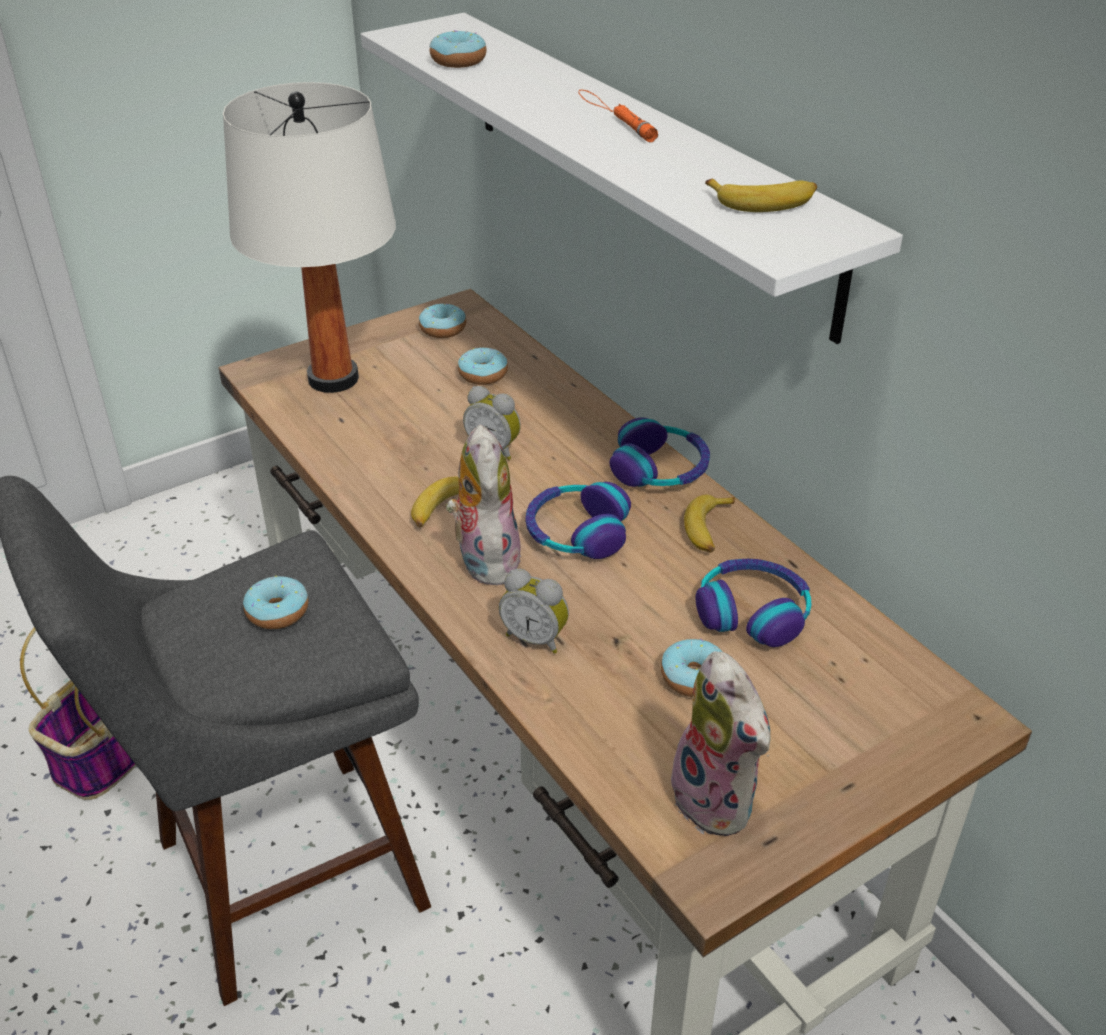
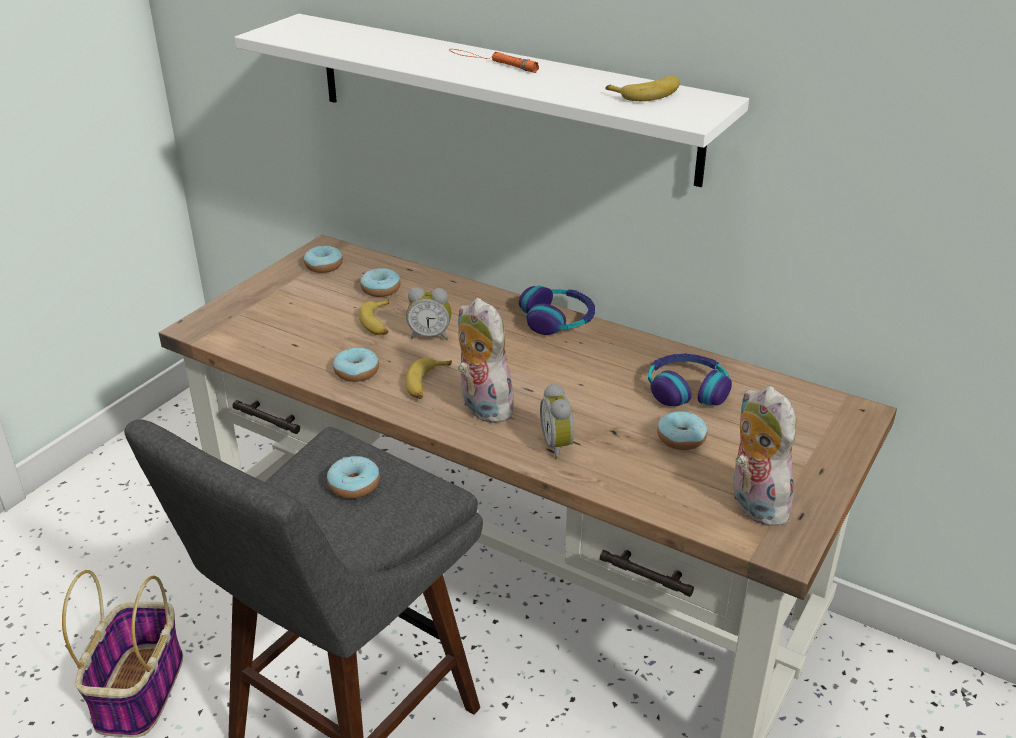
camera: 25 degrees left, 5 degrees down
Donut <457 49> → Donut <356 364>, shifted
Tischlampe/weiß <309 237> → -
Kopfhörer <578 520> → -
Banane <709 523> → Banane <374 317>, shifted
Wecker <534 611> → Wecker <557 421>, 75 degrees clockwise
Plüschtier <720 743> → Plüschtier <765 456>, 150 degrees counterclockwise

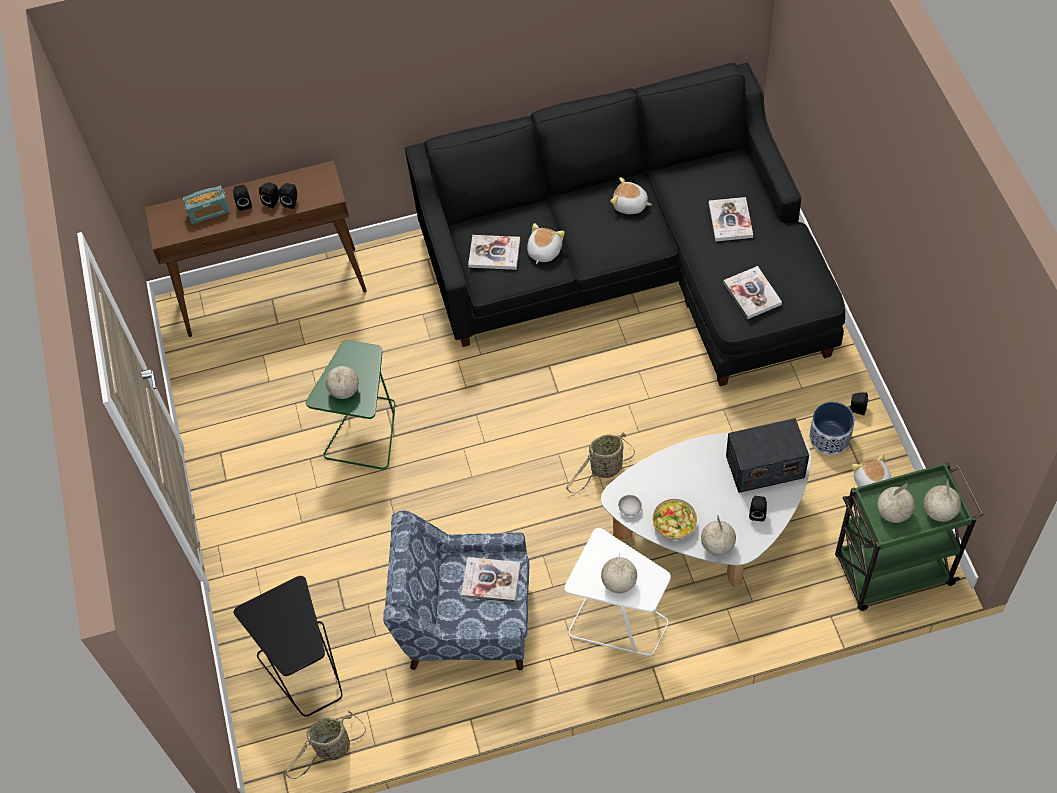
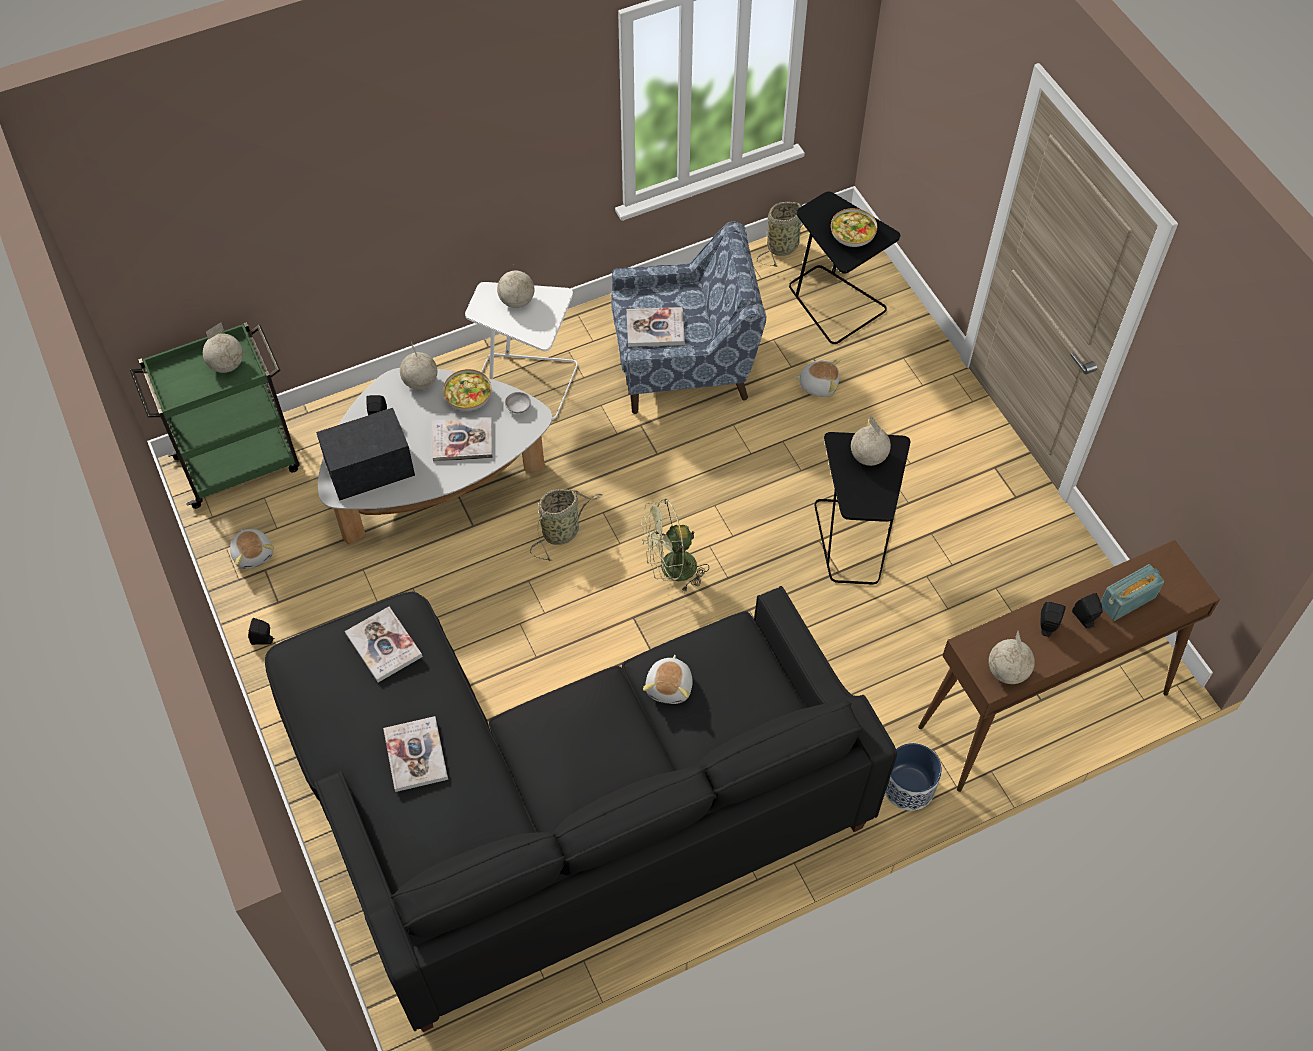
camera: 165 degrees right, 0 degrees up
Plüschtier <631 195> → Plüschtier <817 378>, shifted
Lautsprecher/schwarz <288 196> → -
Buch <494 252> → Buch <462 439>, shifted
Beistelltisch/grün <350 405> → Beistelltisch/schwarz <862 508>
Pflanzkübel <832 428> → Pflanzkübel <913 777>, shifted
Globus <942 500> → Globus <1012 657>, shifted
- → Schüssel <854 227>
- → Ventilator/grün <675 546>

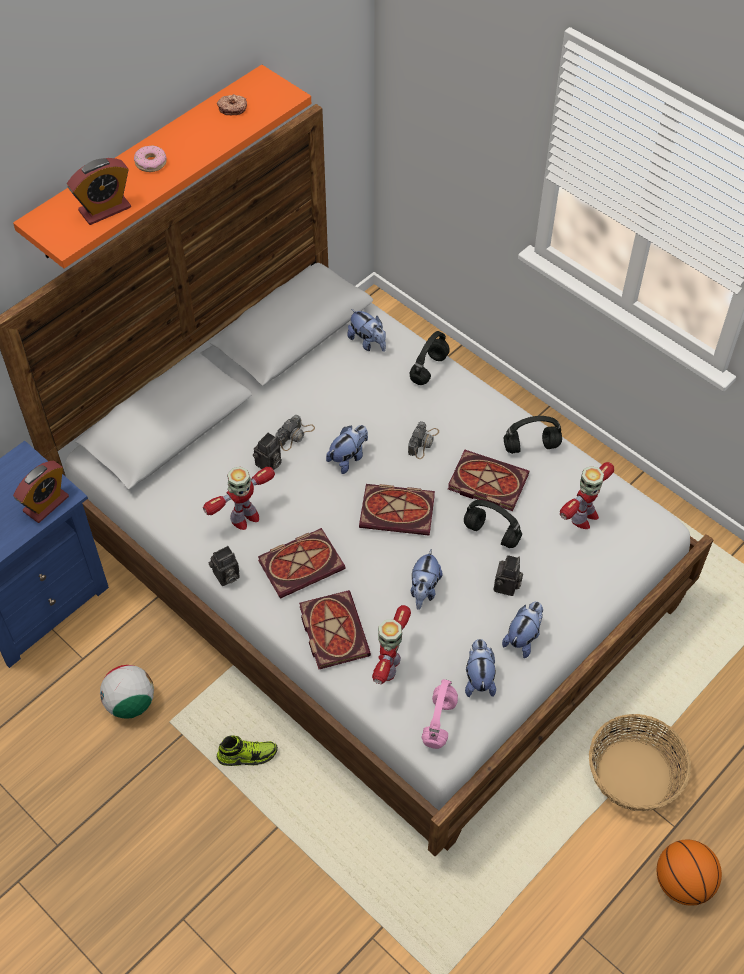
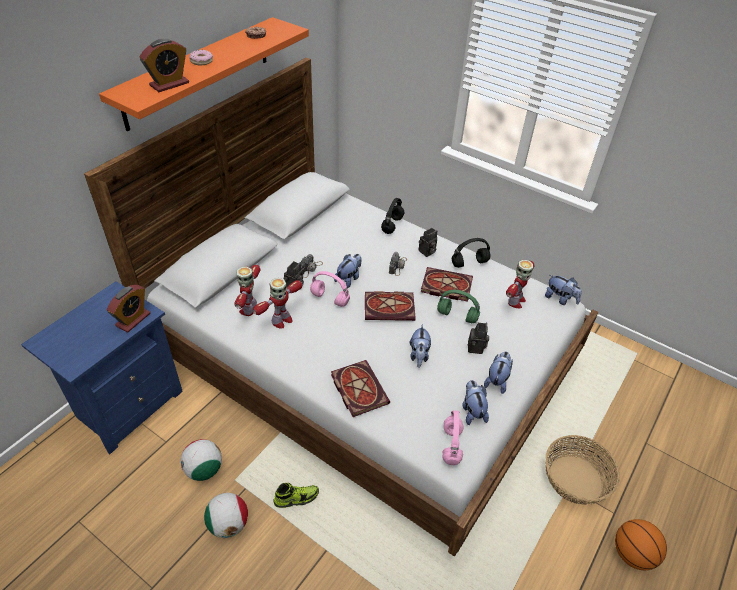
camera: 10 degrees left, 10 degrees down
Plüschtier <366 330> → Plüschtier <563 290>, shifted
Kopfhörer/schwarz <493 524> → Kopfhörer/grün <458 306>
Buch <302 563> → -
Kamera <224 566> → Kamera <428 242>, shifted
Spielzeugroboter <391 644> → Spielzeugroboter <247 290>, shifted
- → Kopfhörer/rosa <330 289>
- → Fußball <226 515>

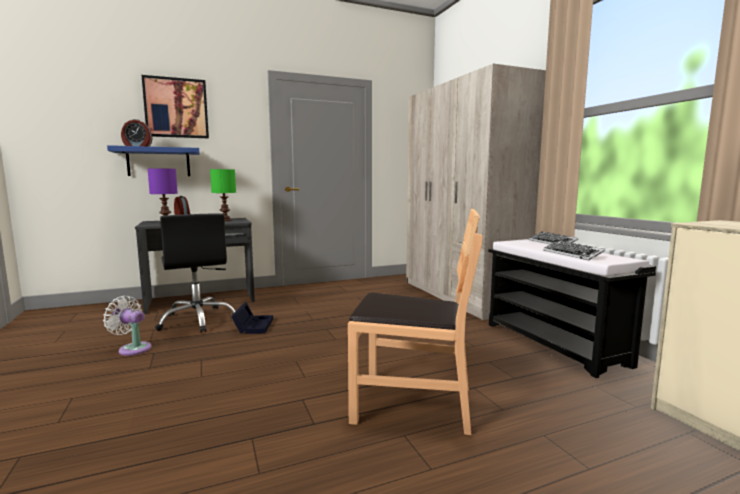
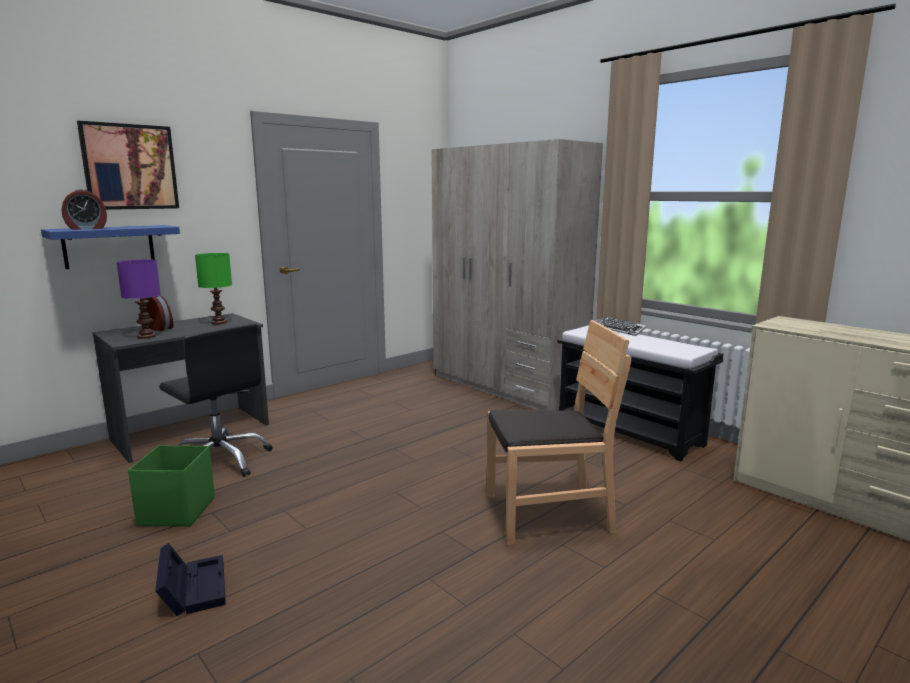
camera: 20 degrees left, 5 degrees up
Tastatur <574 250> → -
Ventilator/weiß <127 326> → Aufbewahrungsbox/grün <171 486>
Aufbewahrungsbox/schwarz <252 318> → Aufbewahrungsbox/schwarz <190 579>, shifted

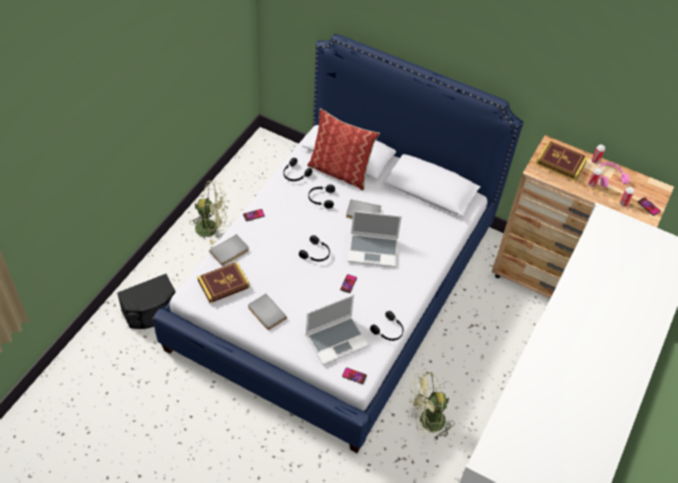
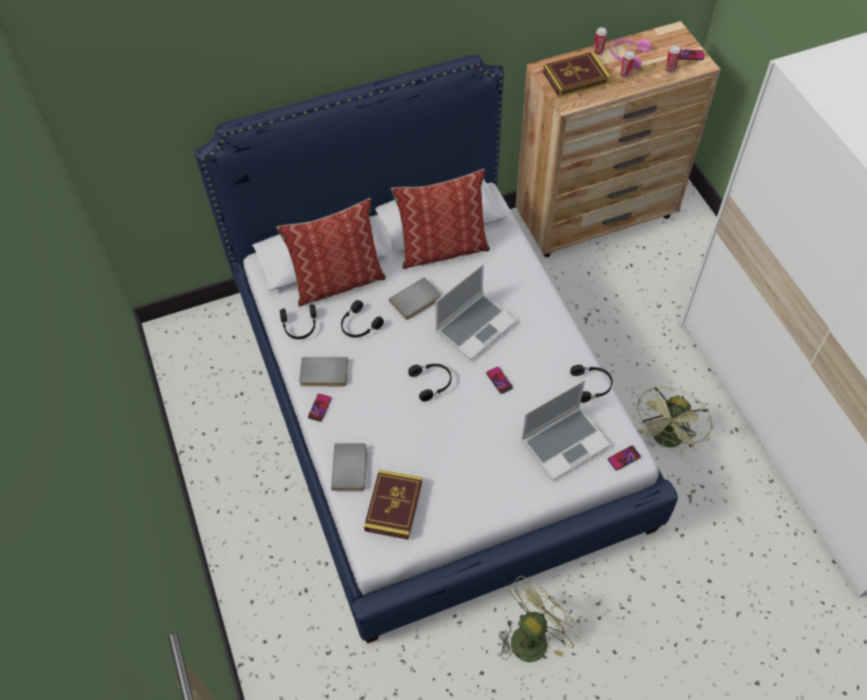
camera: 45 degrees left, 5 degrees up
Ventilator/grün <208 212> → Ventilator/grün <540 619>, shifted
Lautsprecher/schwarz <146 301> → -
Buch/grau <267 312> → Buch/grau <323 371>, shifted
Laptop <337 329> → Laptop <565 430>, 45 degrees clockwise
- → Kissen <440 219>

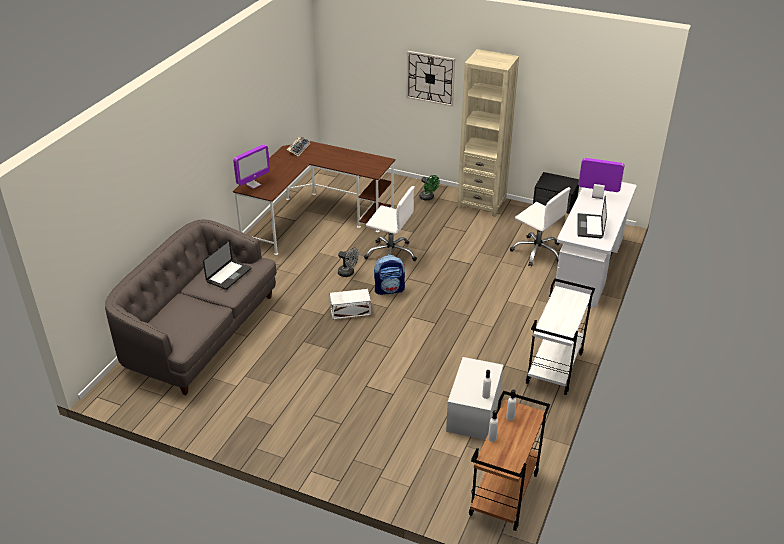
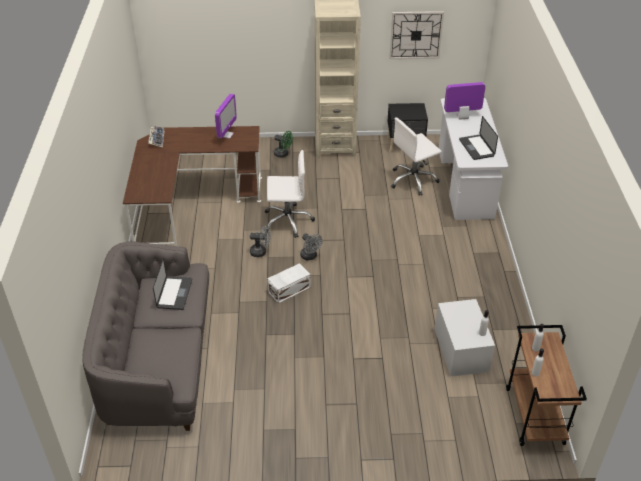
camera: 25 degrees left, 5 degrees up
Wanduhr <430 79> → Wanduhr <417 35>, shifted
Monitor <251 166> → Monitor <226 116>, shifted
Bürostuhl/weiß <540 227> → Bürostuhl/weiß <416 156>, 135 degrees clockwise
Rucksack <389 275> → Ventilator/grau <311 246>
Rollwagen/weiß <560 336> → -

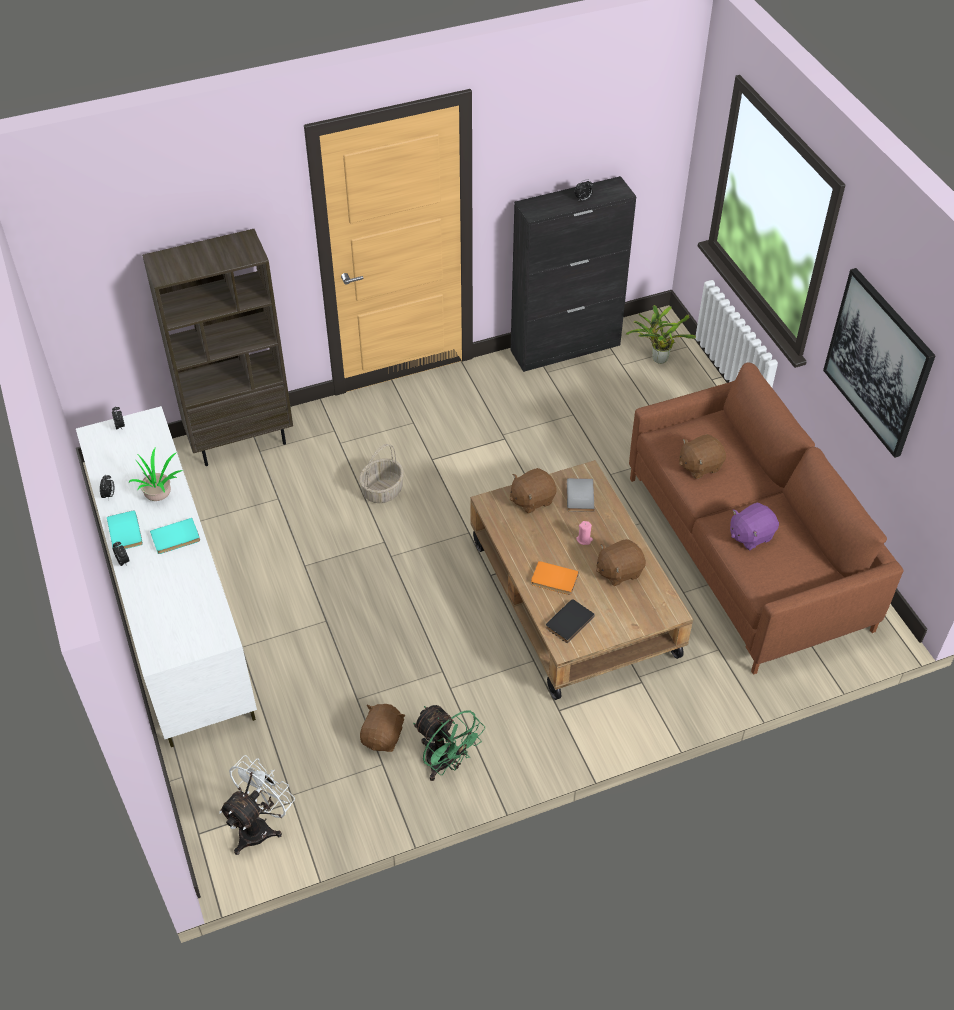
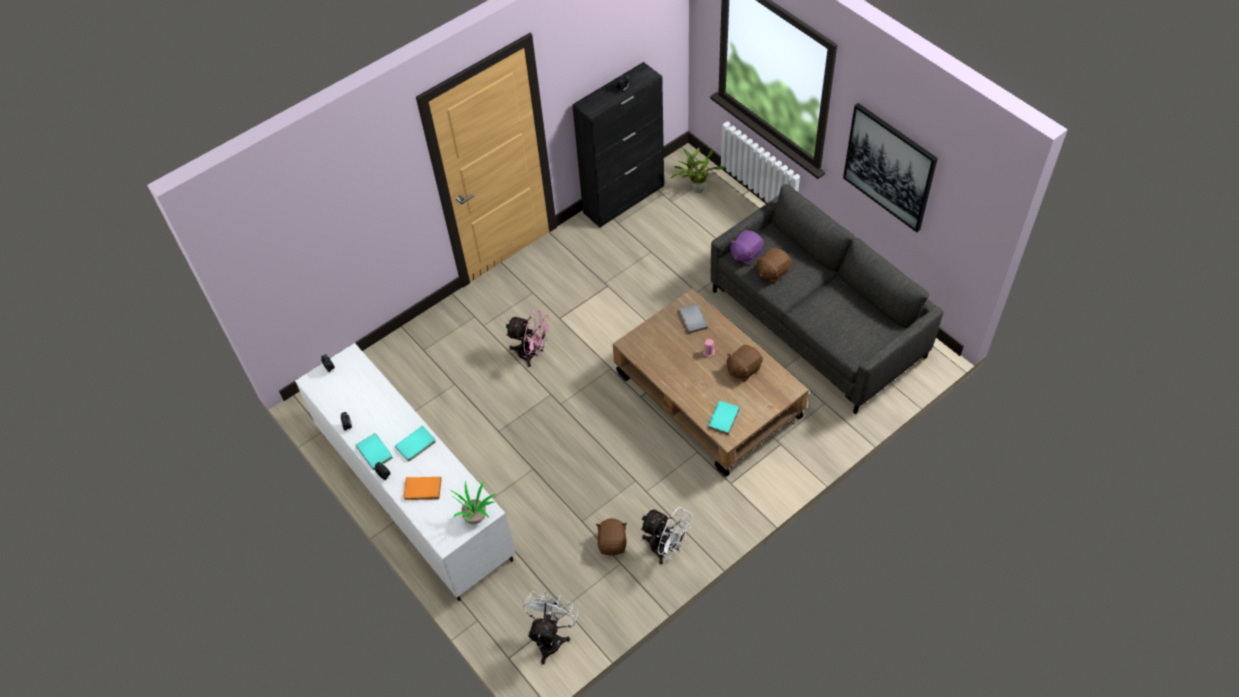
camera: 15 degrees left, 5 degrees up
Bücherregal/braun <217 347> → -
Sofa/braun <766 518> → Sofa/grau <827 299>
Korb <381 473> → Ventilator/rosa <528 338>
Topfpflanze <156 473> → Topfpflanze <473 502>, shifted
Plüschtier/braun <533 491> → -
Plüschtier/lila <754 526> → Plüschtier/lila <747 247>, shifted
Buch/orange <555 578> → Buch/orange <422 488>, shifted
Buch/schwarz <570 621> → Buch/türkis <724 418>
Ventilator/grün <449 743> → Ventilator/weiß <666 535>

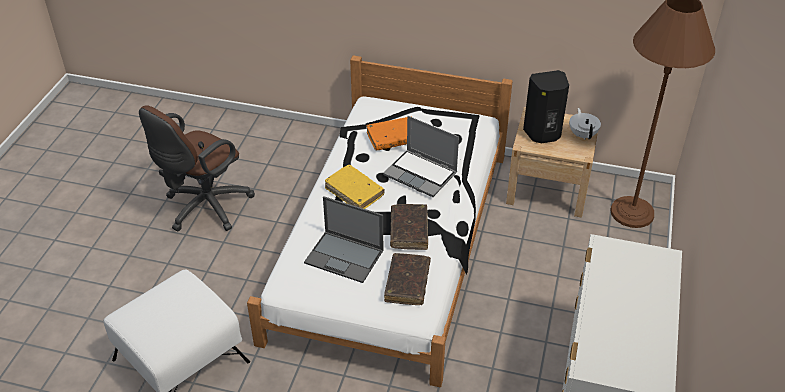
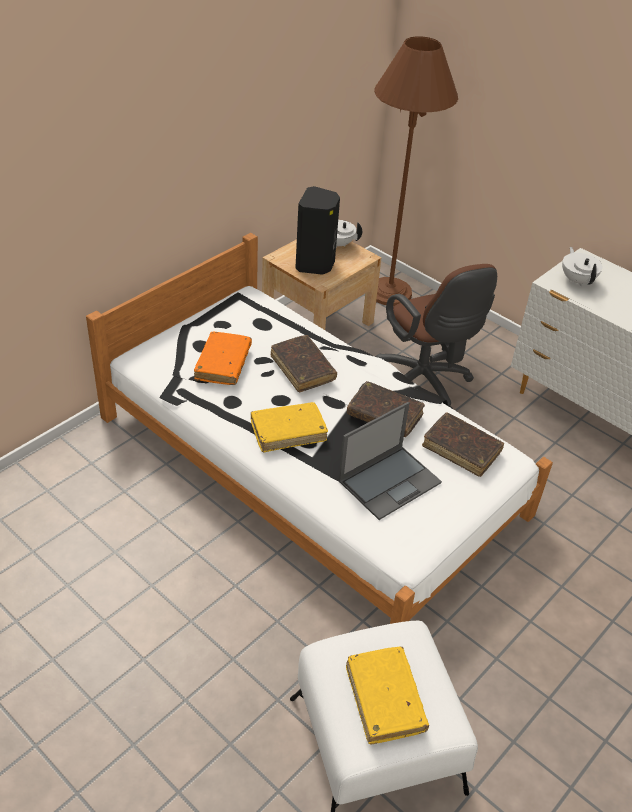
camera: 65 degrees left, 0 degrees up
Bürostuhl/braun <197 168> → Bürostuhl/braun <436 336>, shifted
Laptop <421 156> → Buch/braun <304 363>
- → Teekanne/weiß <582 266>
- → Buch/gelb <387 695>

